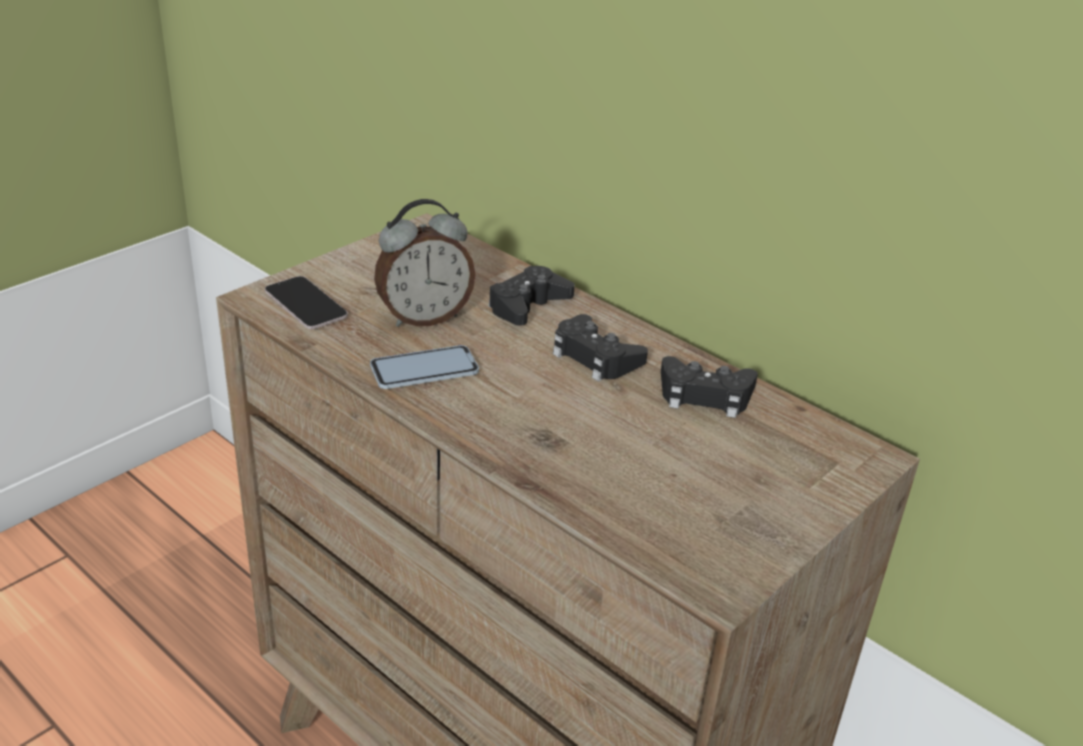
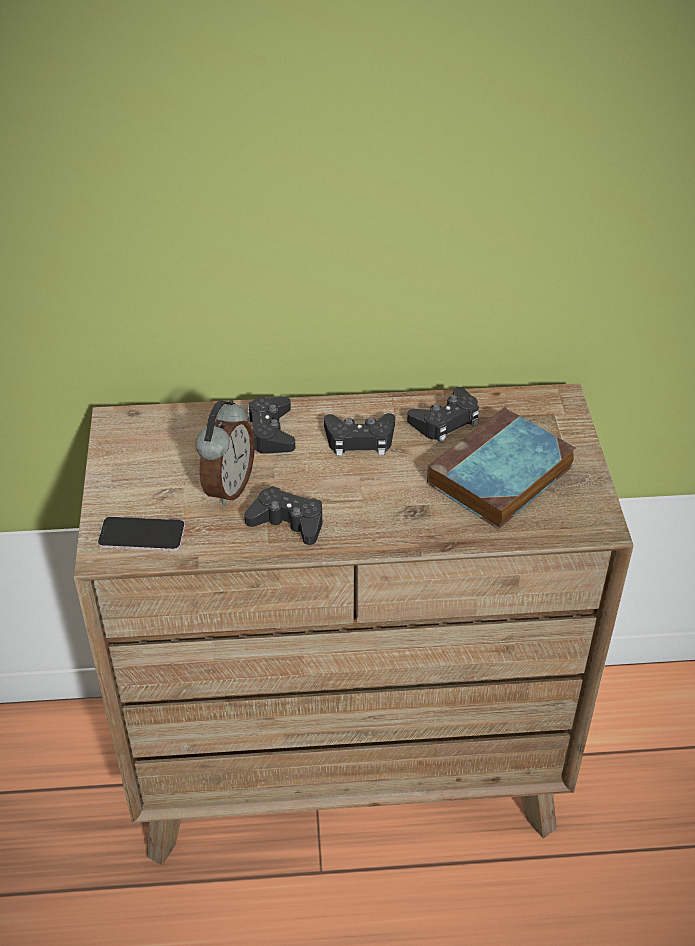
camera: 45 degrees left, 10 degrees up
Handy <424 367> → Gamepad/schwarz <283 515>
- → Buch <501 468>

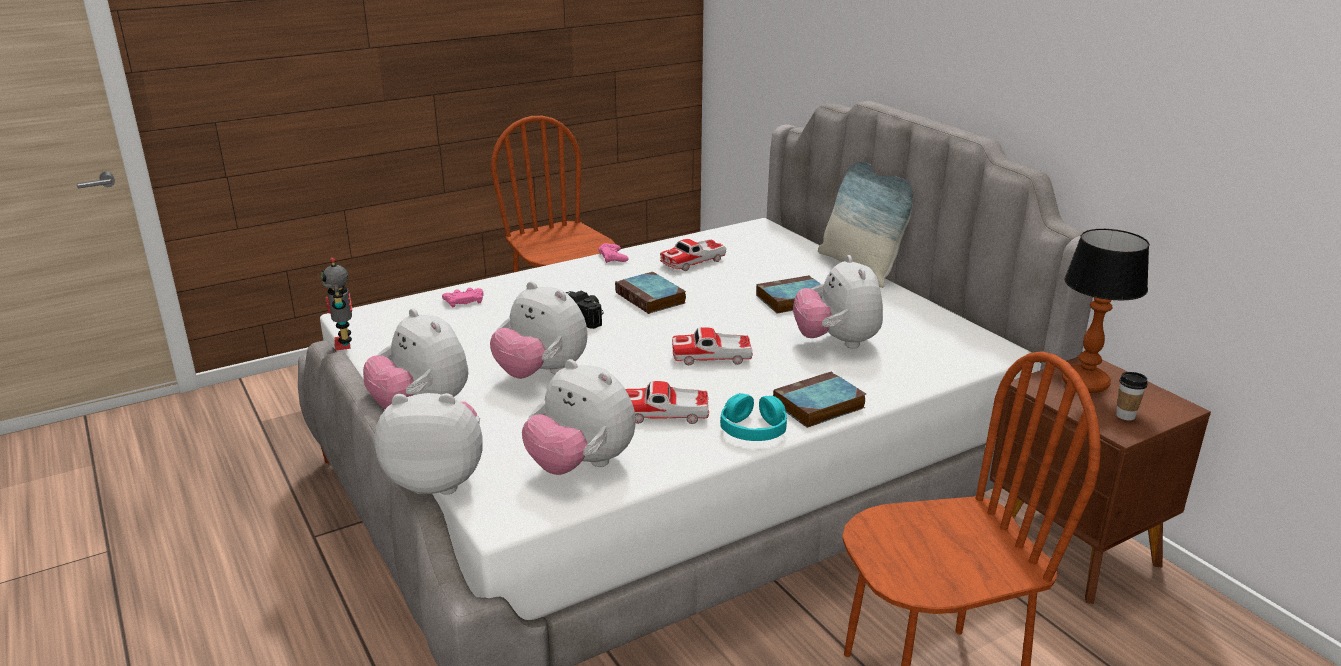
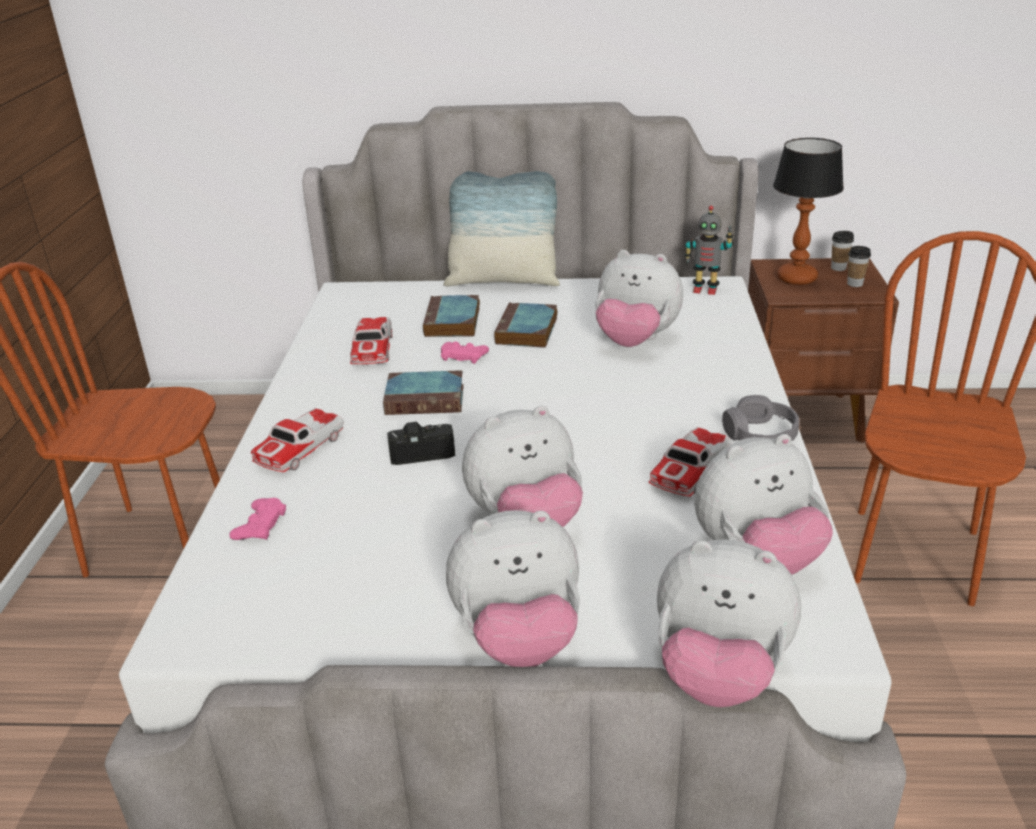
camera: 55 degrees left, 5 degrees up
Gamepad/rosa <613 253> → Gamepad/rosa <465 352>, shifted
Spielzeugroboter <336 304> → Spielzeugroboter <708 250>, shifted
Spielzeugauto <712 346> → Spielzeugauto <297 440>, shifted
Buch <819 399> → Buch <451 316>, shifted
Plüschtier <428 444> → Plüschtier <729 623>, 105 degrees counterclockwise
Kopfhörer/türkis <753 417> → Kopfhörer/grau <760 418>
- → Tasse <842 251>

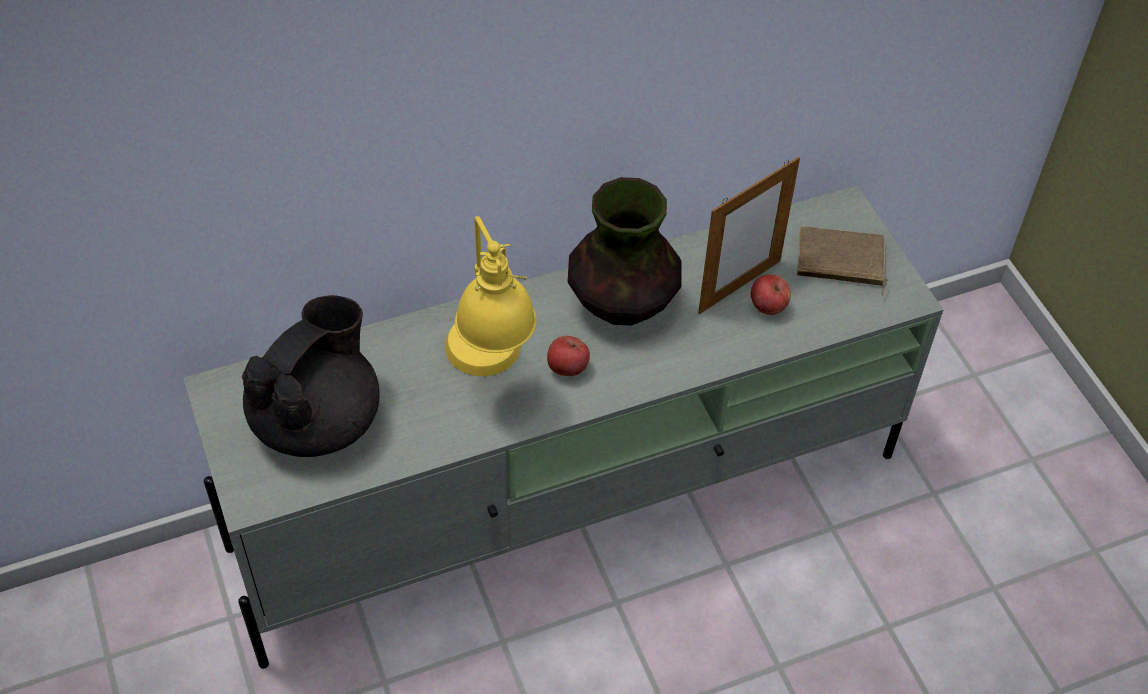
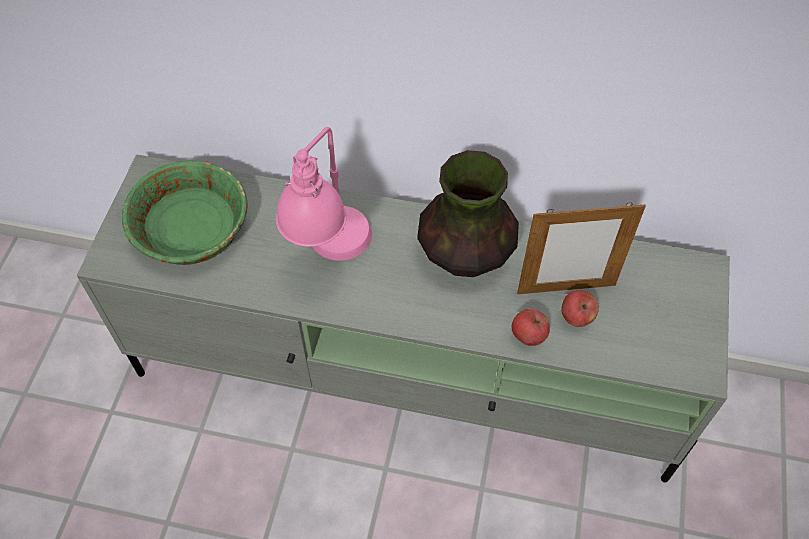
camera: 35 degrees right, 5 degrees up
Tischlampe/gelb <491 296> → Tischlampe/rosa <324 194>
Buch/braun <842 261> → -
Teekanne/schwarz <311 376> → Schüssel/grün <184 213>
Apfel <568 356> → Apfel <531 327>, shifted

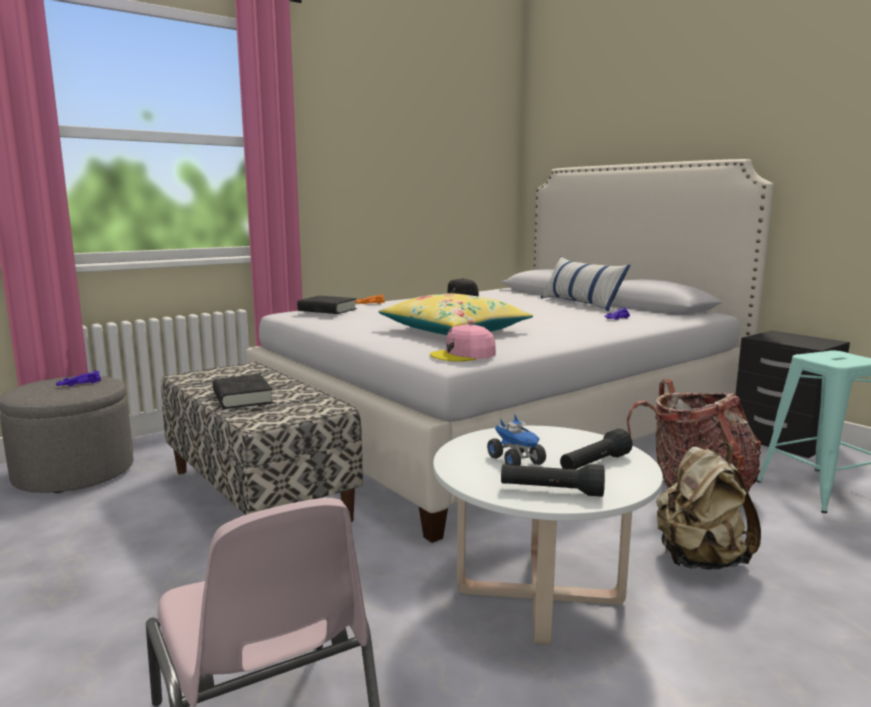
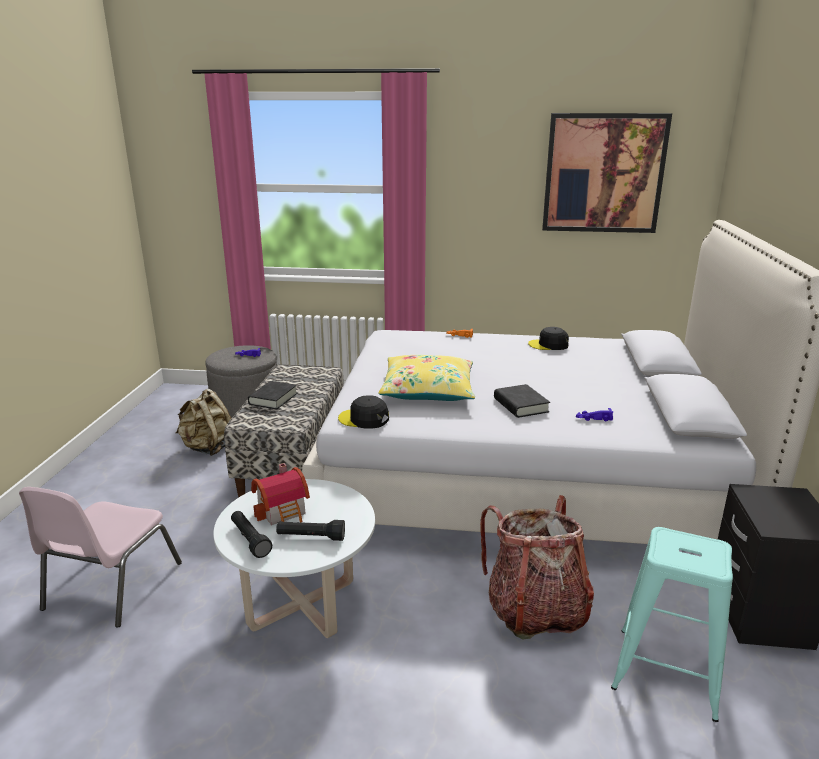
camera: 45 degrees right, 10 degrees up
Kissen <586 284> → -
Buch/schwarz <327 305> → Buch/schwarz <522 401>, shifted
Kappe/rosa <463 343> → Kappe/schwarz <363 412>
Spielzeuglaster <516 440> → Spielzeughaus <280 494>
Rucksack/beige <708 506> → Rucksack/beige <203 422>, shifted
- → Bild <607 173>

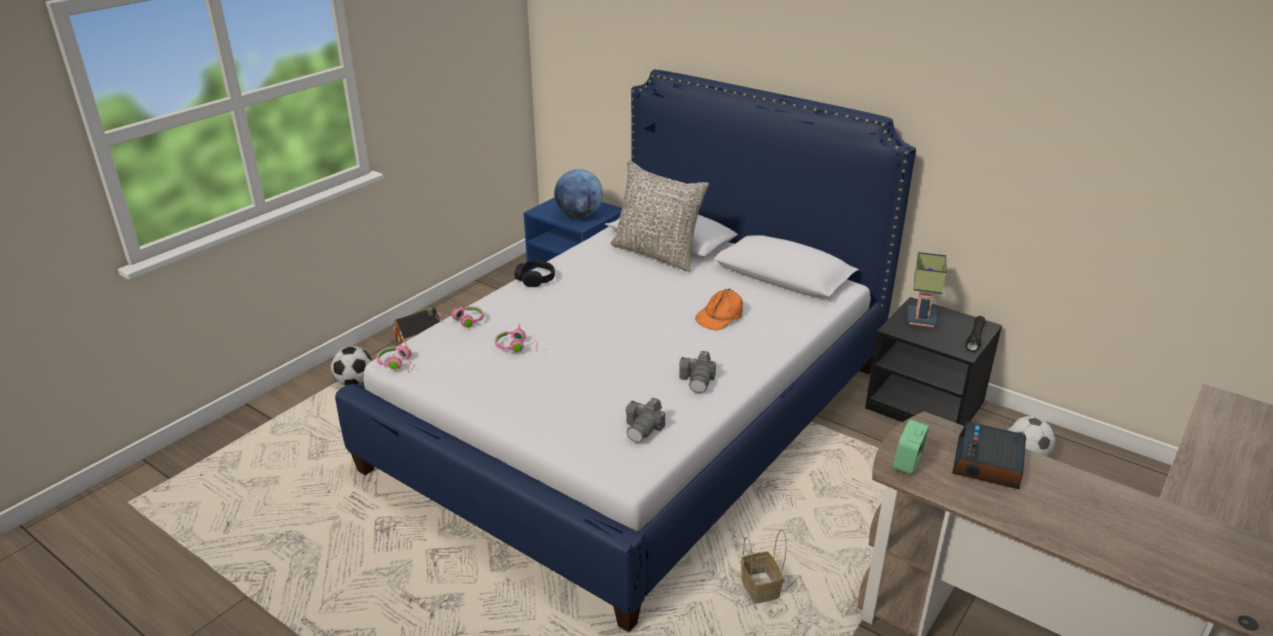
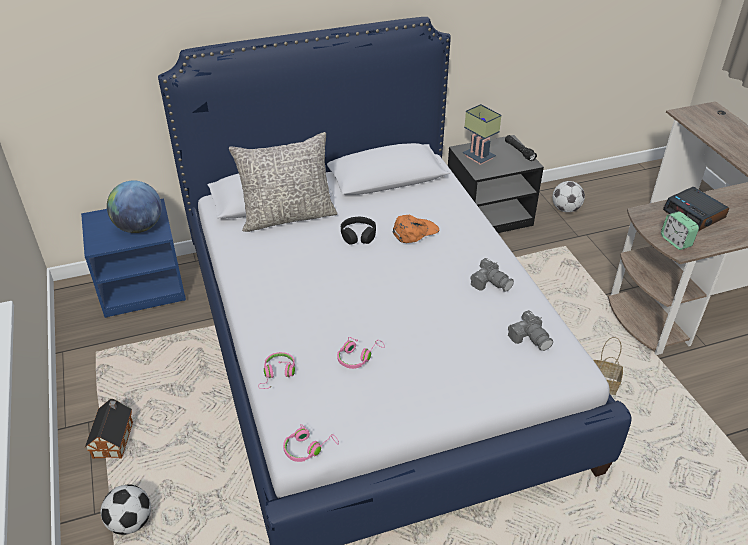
camera: 55 degrees left, 10 degrees up
Kopfhörer/schwarz <535 274> → Kopfhörer/schwarz <358 231>, shifted
Kappe/orange <719 309> → Kappe/orange <416 229>, 105 degrees counterclockwise

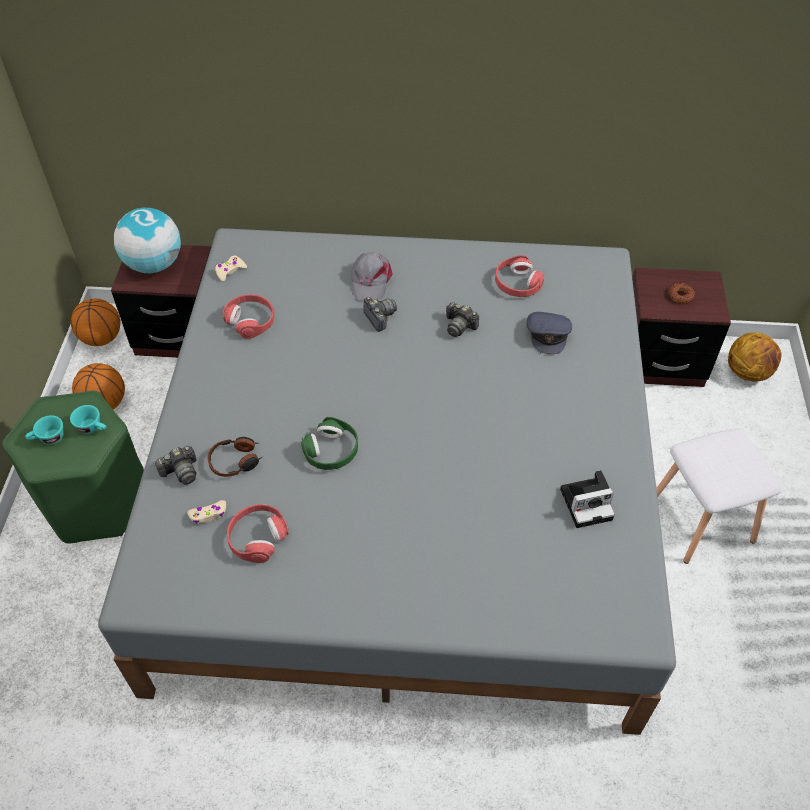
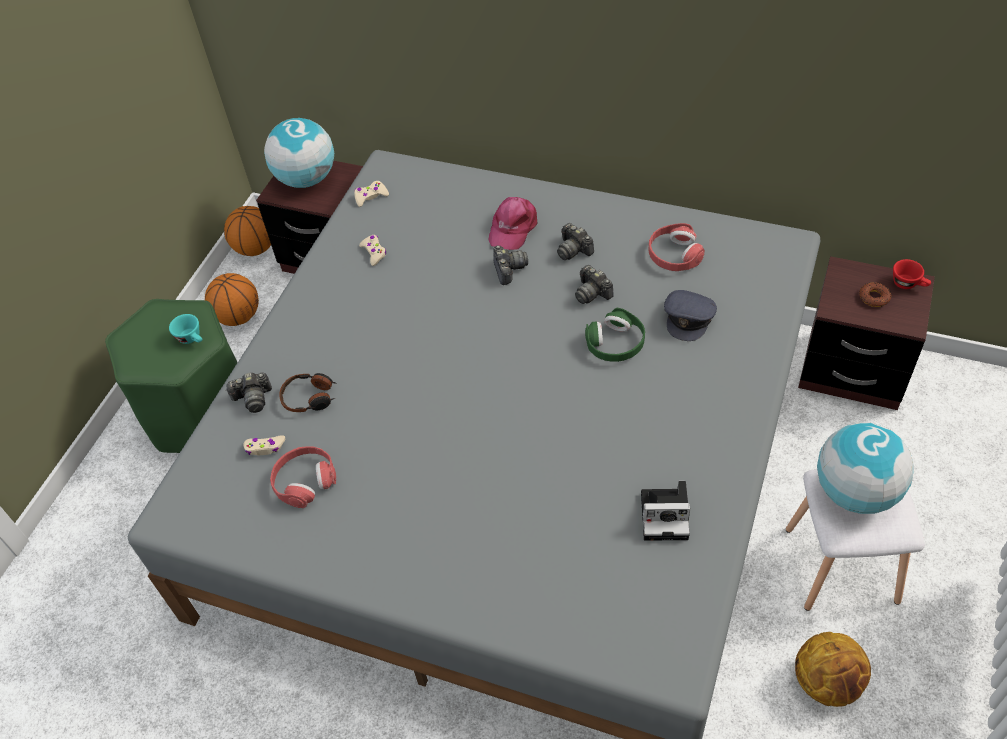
camera: 20 degrees right, 0 degrees up
Kappe/grau <372 276> → Kappe/rosa <513 223>
Kopfhörer/rot <248 317> → Gamepad/beige <372 250>
Basketball <755 357> → Basketball <833 669>, shifted
Tasse/türkis <44 430> → -
Kopfhörer/grün <329 443> → Kopfhörer/grün <615 335>, shifted
- → Kamera <575 241>
- → Tasse/rot <912 274>
- → Globus <865 468>

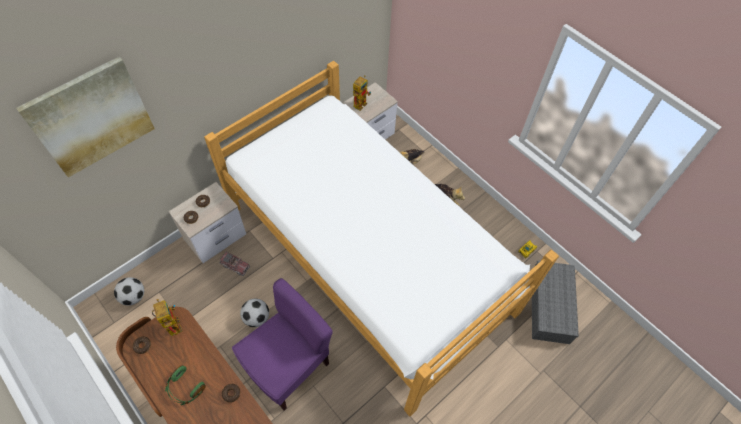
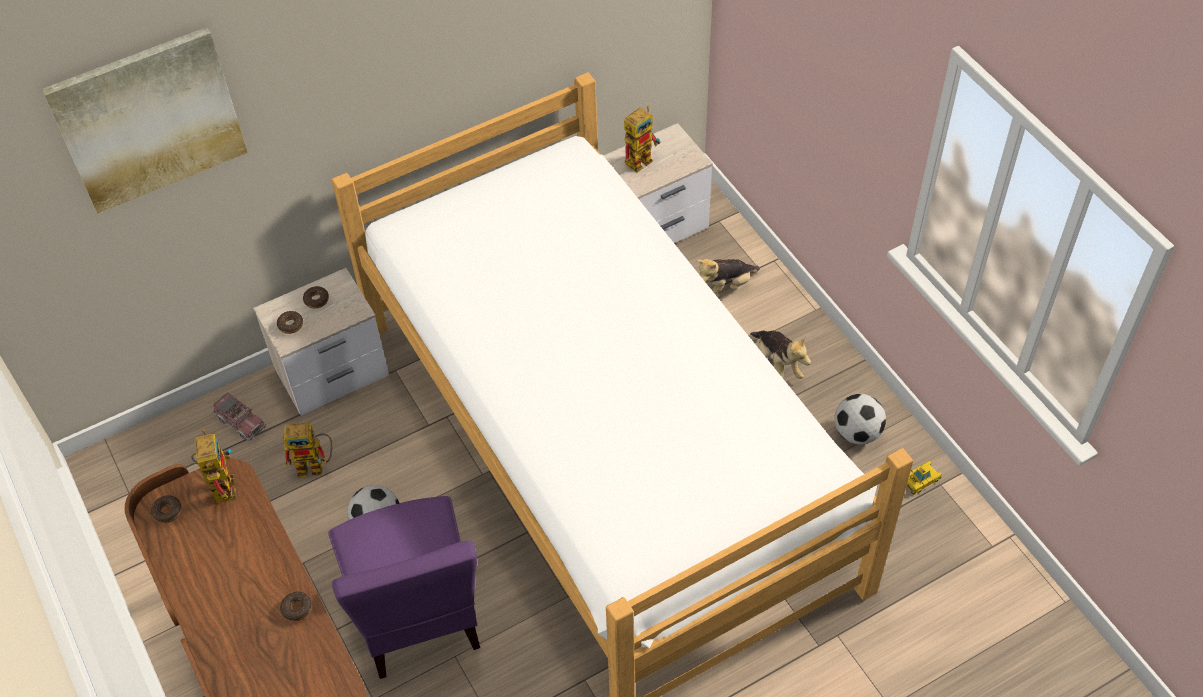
camera: 15 degrees right, 5 degrees down
Spielzeuglaster <234 264> → Spielzeuglaster <239 416>, shifted
Aufbewahrungsbox/grau <555 302> → -
Fußball <129 291> → Fußball <860 419>, shifted
Stuhl/lila <282 344> → Stuhl/lila <404 587>, 105 degrees clockwise
Kopfhörer/grün <185 385> → -
- → Spielzeugroboter <307 449>

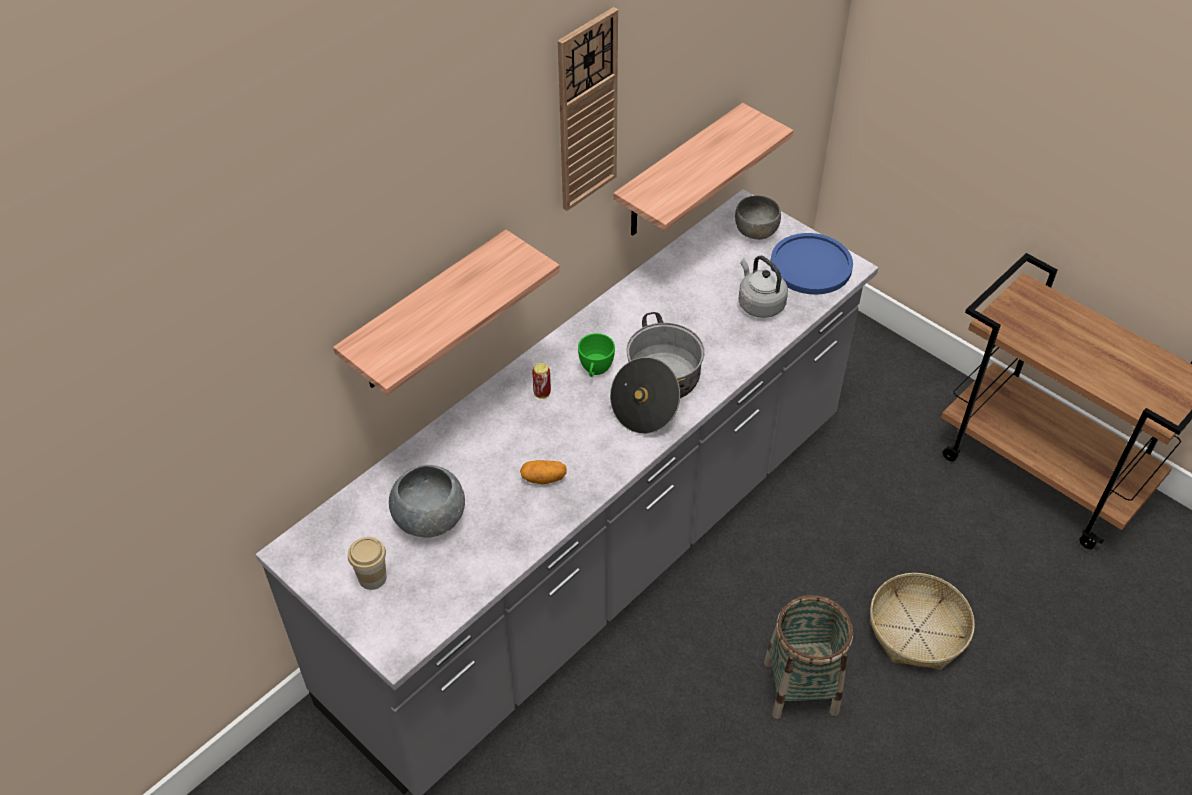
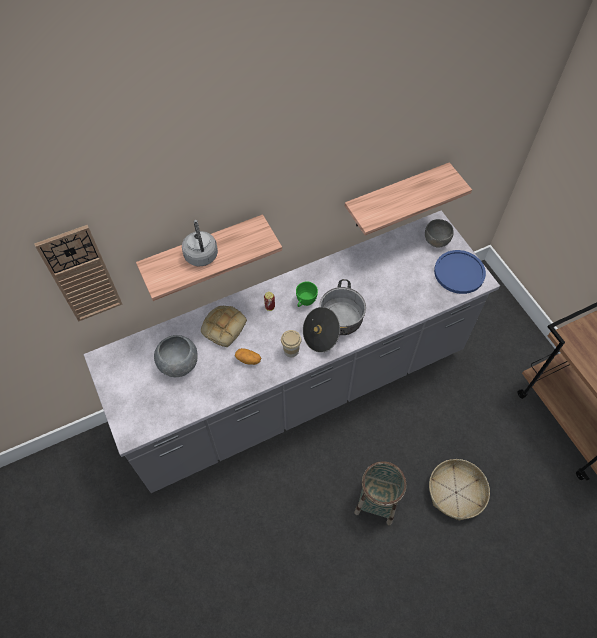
camera: 20 degrees right, 10 degrees up
Wanduhr <588 109> → Wanduhr <78 273>, shifted
Wasserkessel/grau <763 287> → Wasserkessel/grau <200 243>, shifted
Tasse <367 563> → Tasse <291 343>, shifted
- → Brot <224 326>

